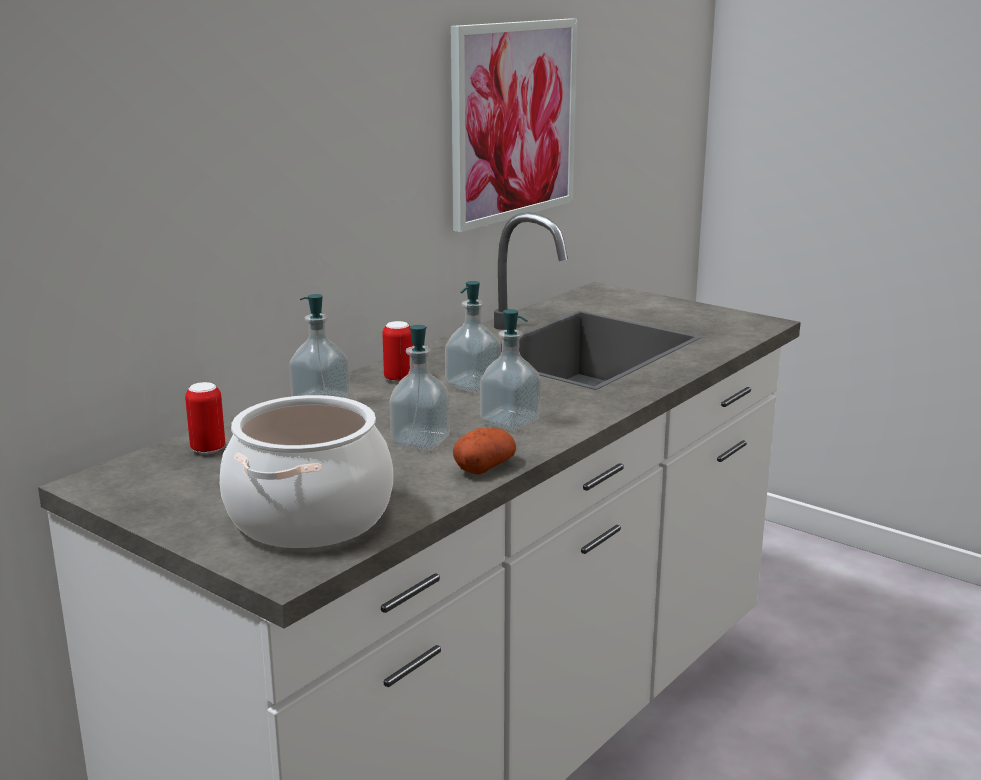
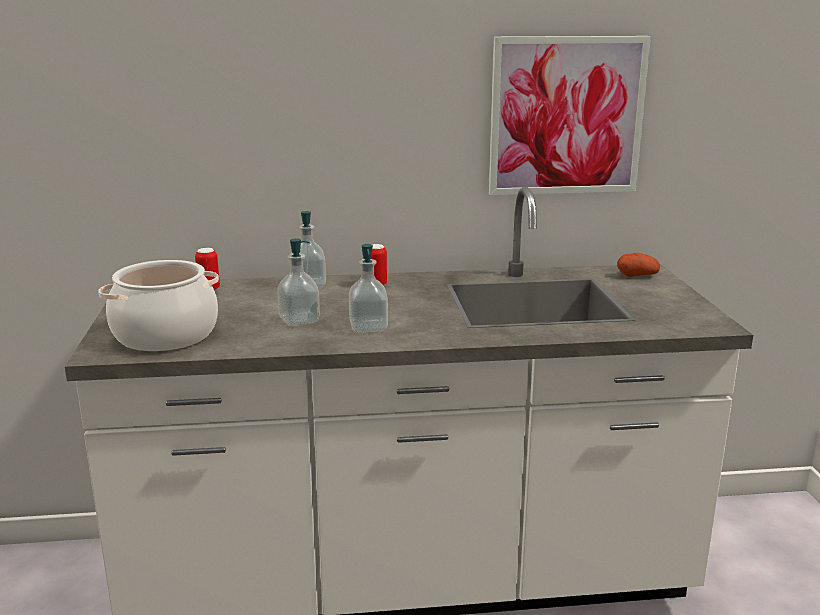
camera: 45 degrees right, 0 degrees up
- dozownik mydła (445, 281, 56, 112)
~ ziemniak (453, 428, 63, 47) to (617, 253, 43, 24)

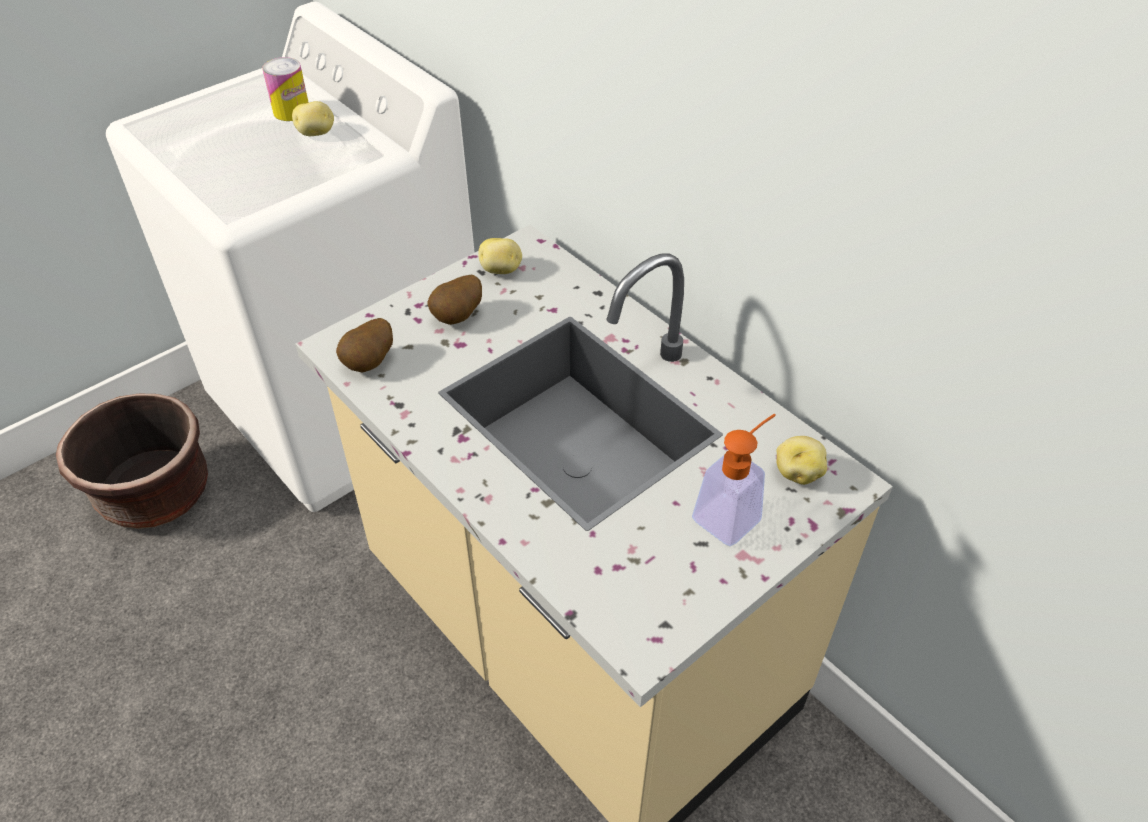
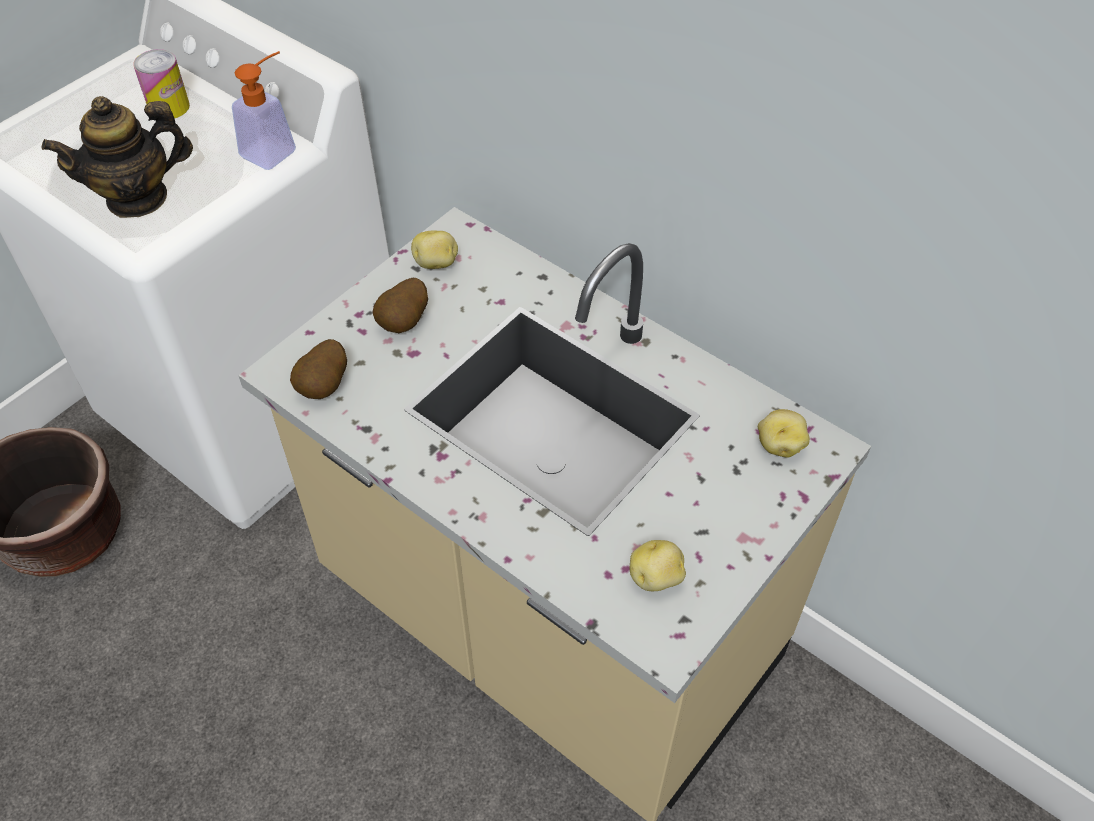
camera: 10 degrees left, 5 degrees up
~ ziemniak (292, 101, 42, 35) to (630, 540, 56, 51)
~ dozownik mydła (692, 414, 84, 132) to (232, 51, 64, 119)
+ imbryk (42, 96, 151, 122)

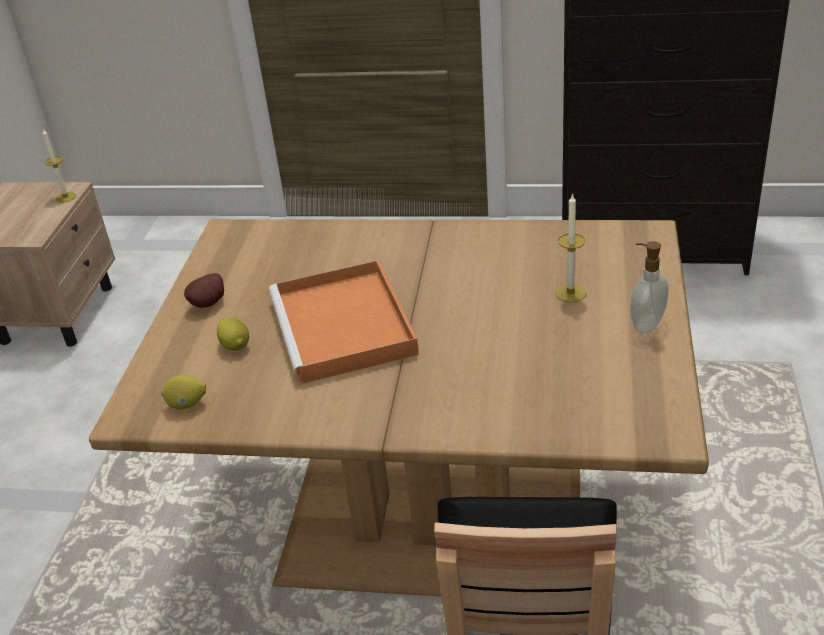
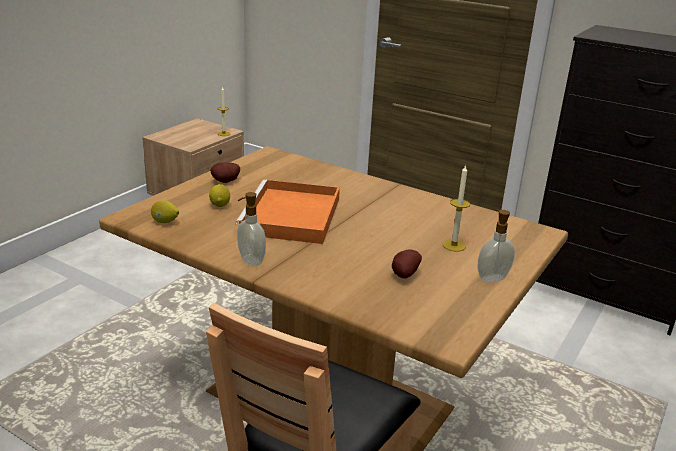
camera: 20 degrees right, 10 degrees down
+ dozownik mydła (237, 192, 29, 74)
+ ziemniak (392, 249, 30, 30)

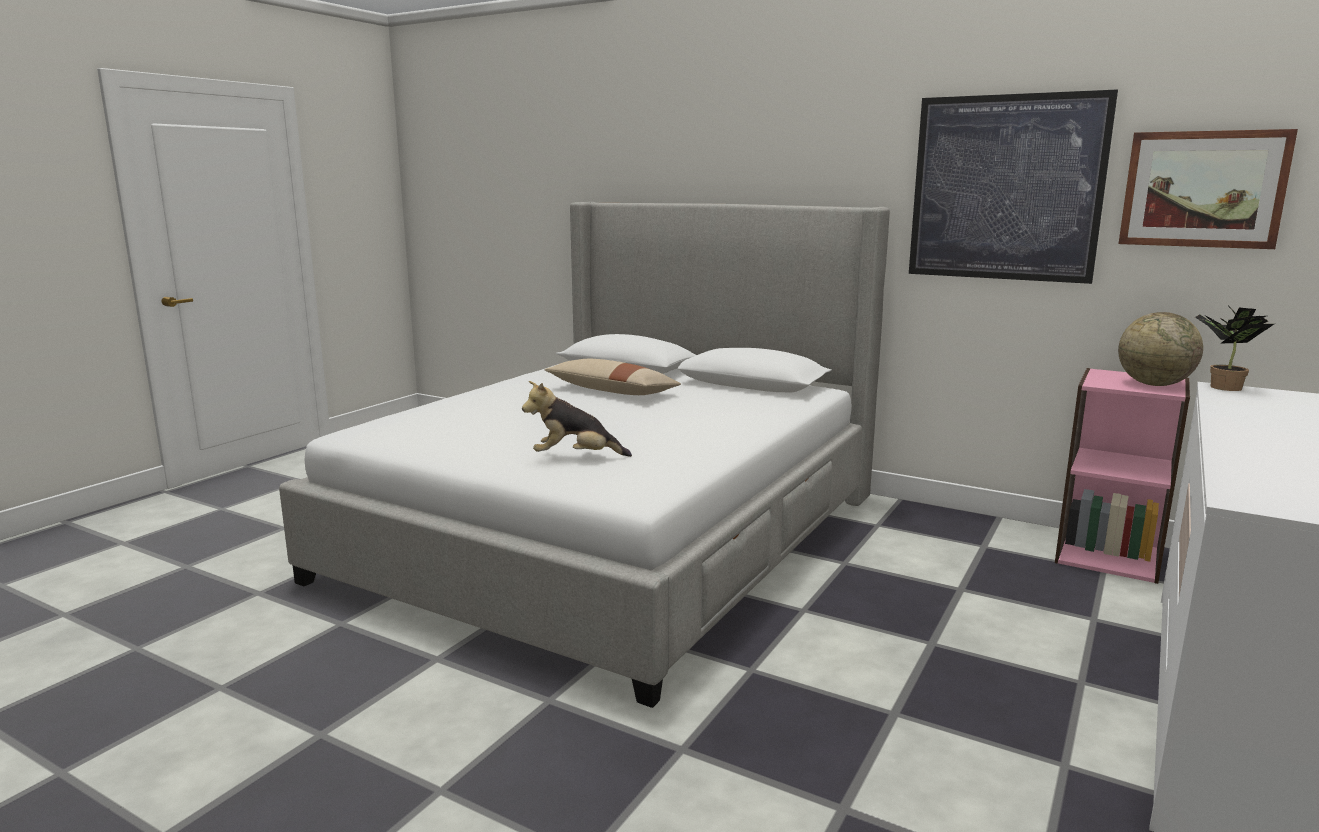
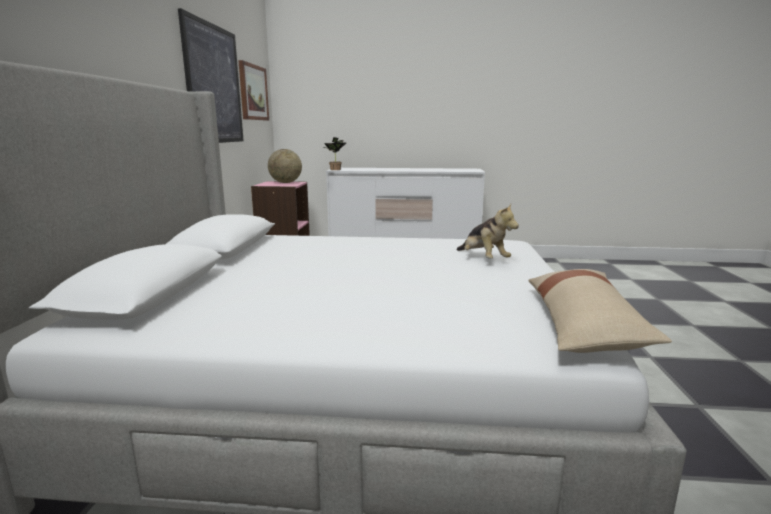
camera: 115 degrees left, 0 degrees up
~ poduszka/beżowy (544, 359, 137, 36) to (528, 269, 144, 84)

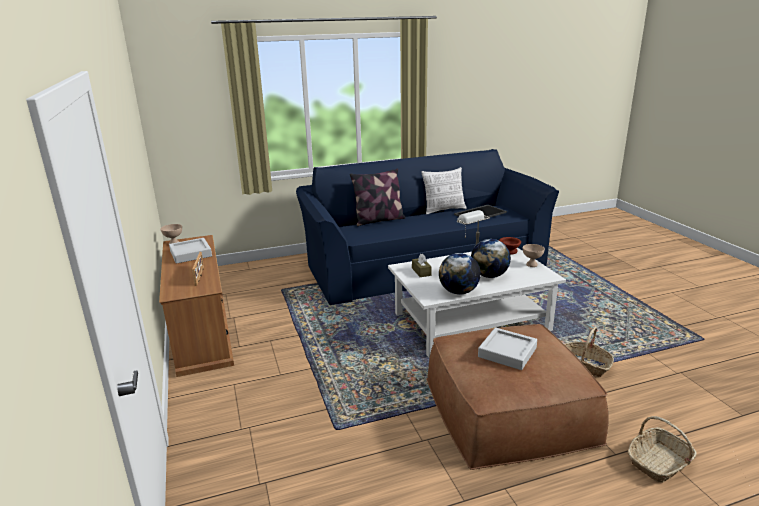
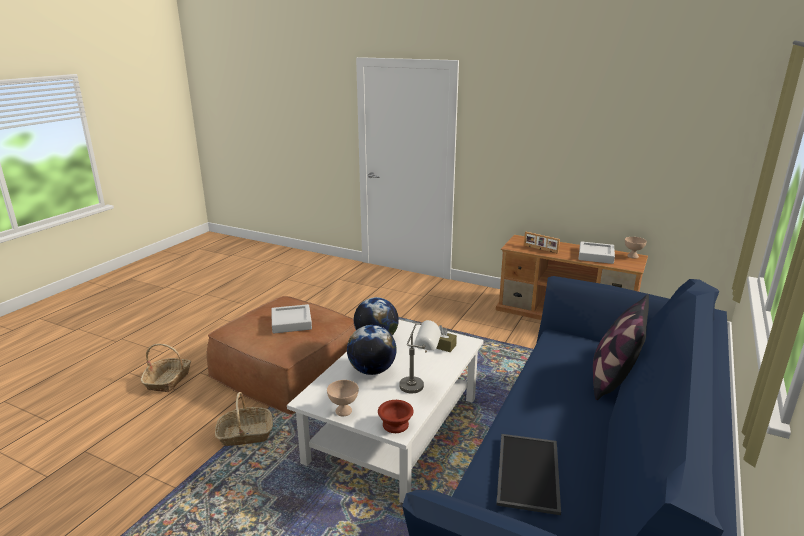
camera: 135 degrees right, 0 degrees up
- poduszka (421, 167, 46, 47)

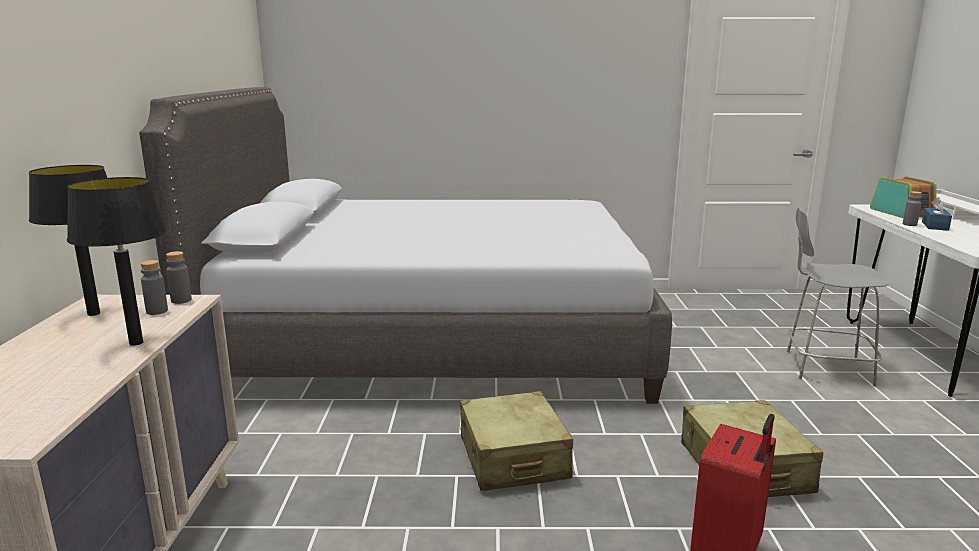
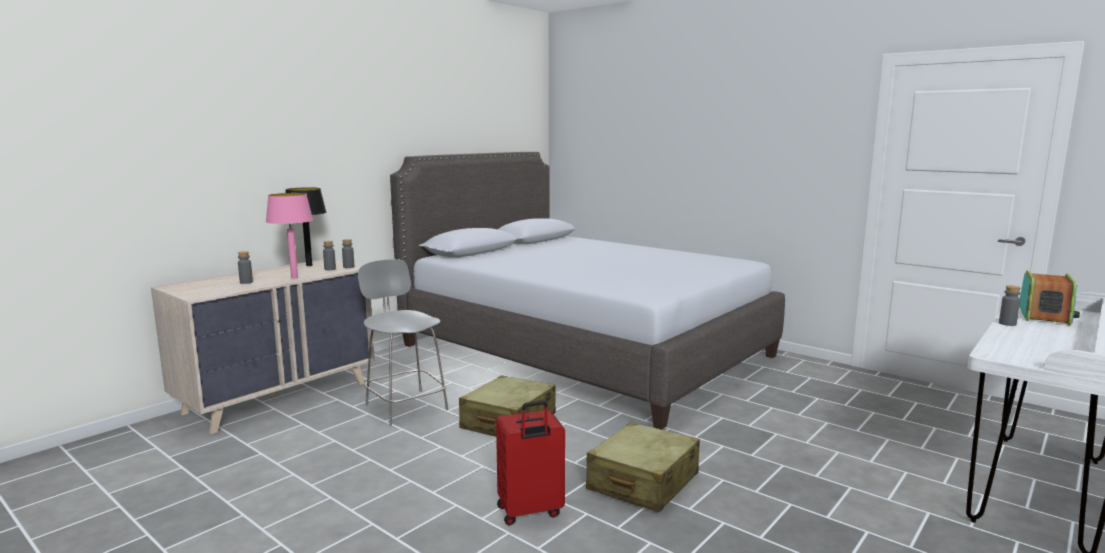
camera: 40 degrees right, 5 degrees down
~ lampa stołowa/czarny (67, 177, 100, 169) to lampa stołowa/różowy (266, 193, 47, 86)
- pudełko chusteczek/niebieski (922, 197, 30, 34)
~ krzesło/szary (787, 208, 102, 178) to (358, 259, 91, 167)
+ butelka/szary (238, 251, 15, 33)

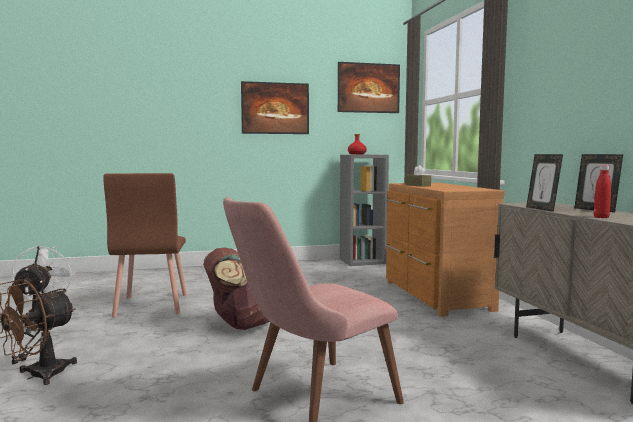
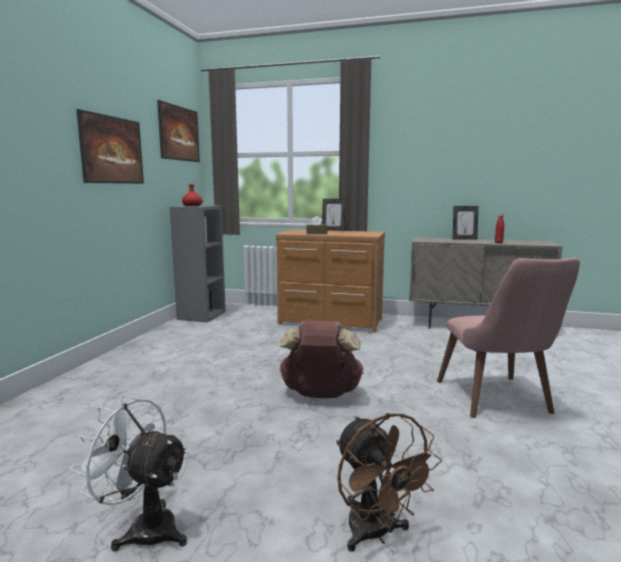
camera: 60 degrees left, 5 degrees up
~ ramka na zdjęcie (526, 154, 37, 58) to (322, 199, 24, 32)
- krzesło/brązowy (103, 173, 84, 144)

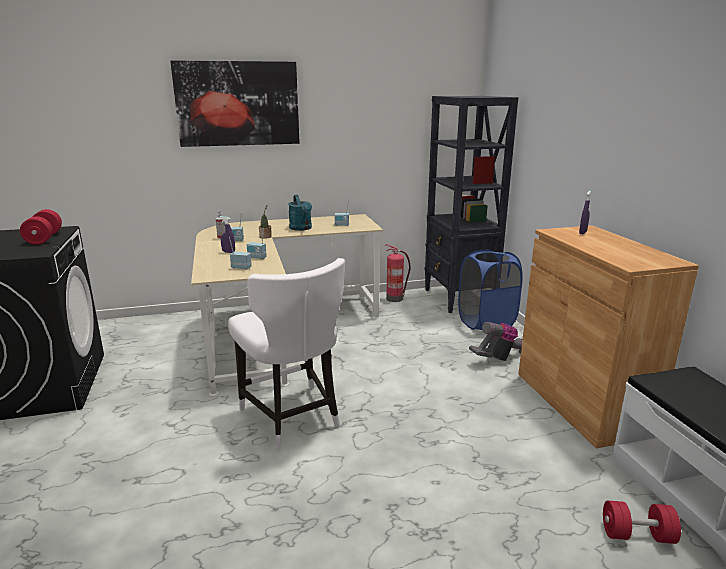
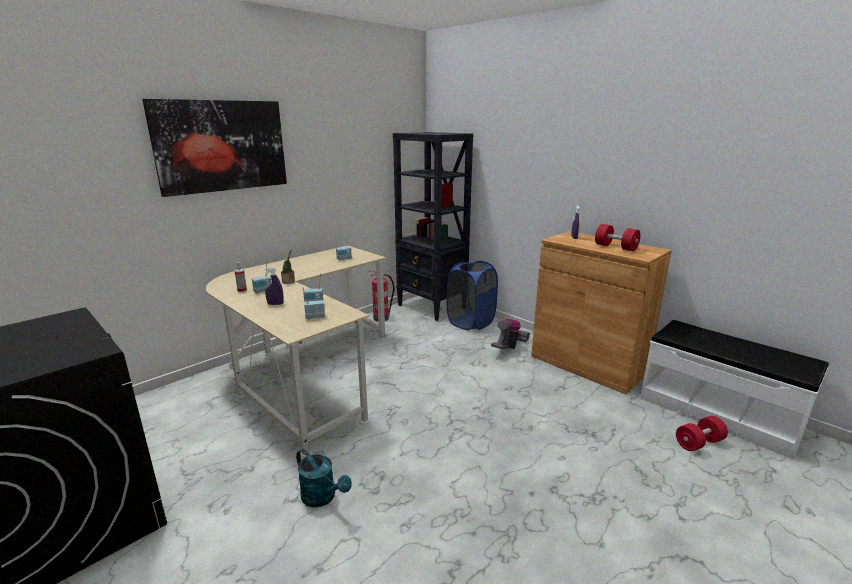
camera: 30 degrees left, 0 degrees up
~ konewka/turkusowy (288, 195, 24, 36) to (296, 449, 56, 58)
~ hantel/czerwony (20, 209, 42, 36) to (595, 224, 46, 27)
- krzesło/biały (228, 258, 117, 190)

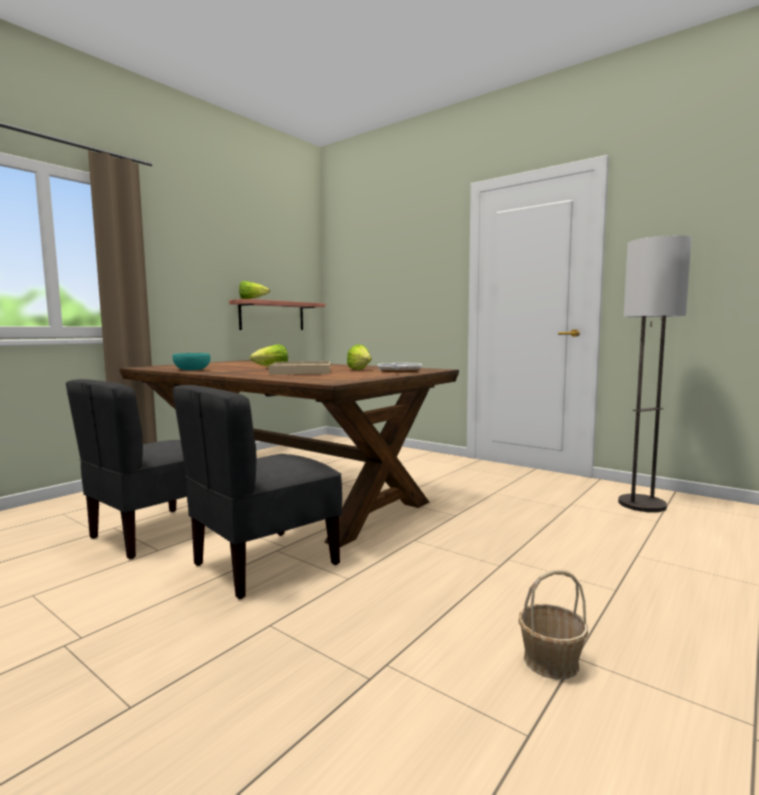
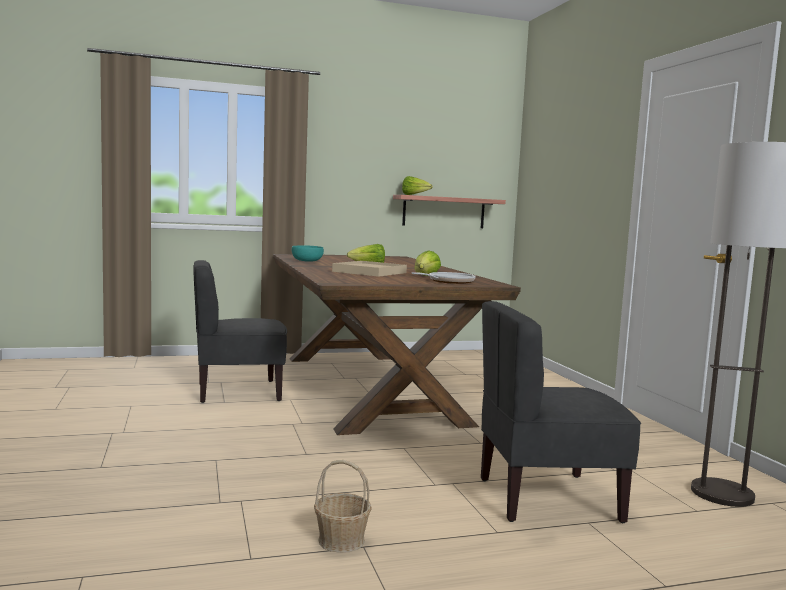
camera: 35 degrees right, 0 degrees up
~ krzesło/szary (172, 385, 170, 214) to (481, 301, 160, 222)

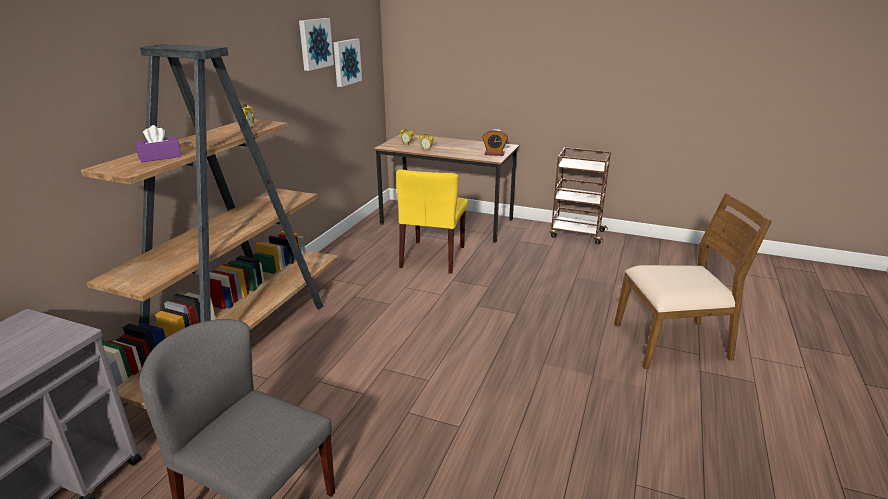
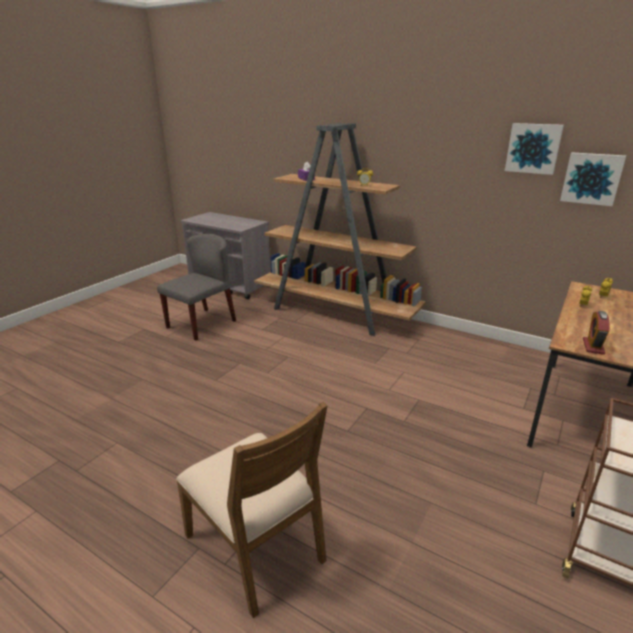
camera: 100 degrees right, 0 degrees up
- krzesło/żółty (396, 169, 72, 105)
~ krzesło/brązowy (614, 193, 158, 176) = (176, 402, 151, 216) 45 degrees counterclockwise

